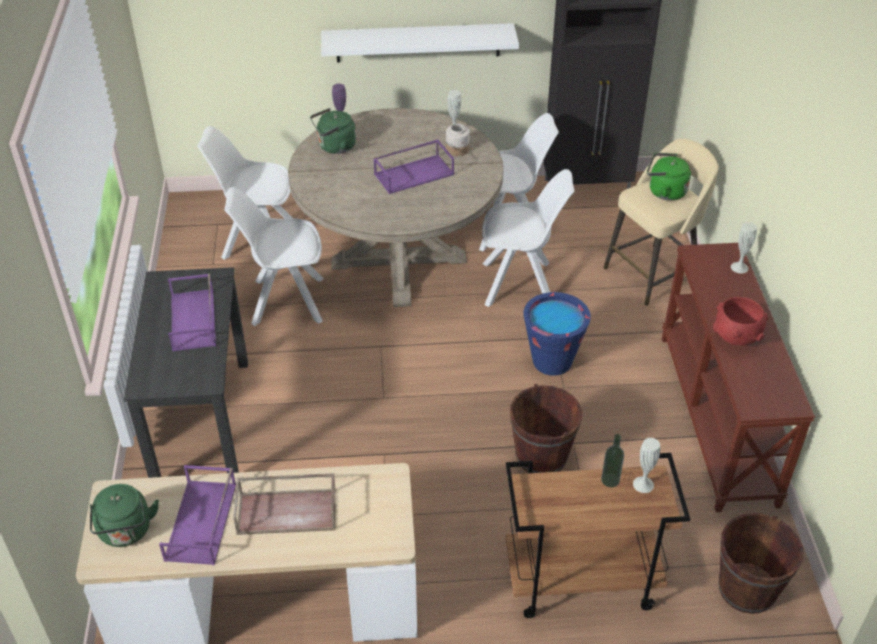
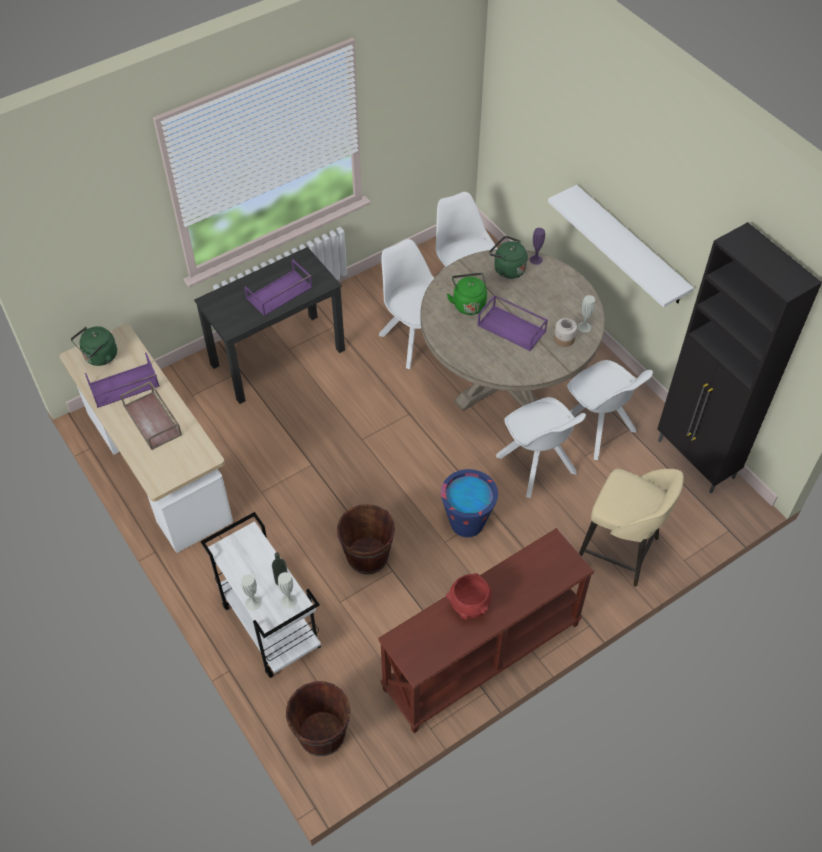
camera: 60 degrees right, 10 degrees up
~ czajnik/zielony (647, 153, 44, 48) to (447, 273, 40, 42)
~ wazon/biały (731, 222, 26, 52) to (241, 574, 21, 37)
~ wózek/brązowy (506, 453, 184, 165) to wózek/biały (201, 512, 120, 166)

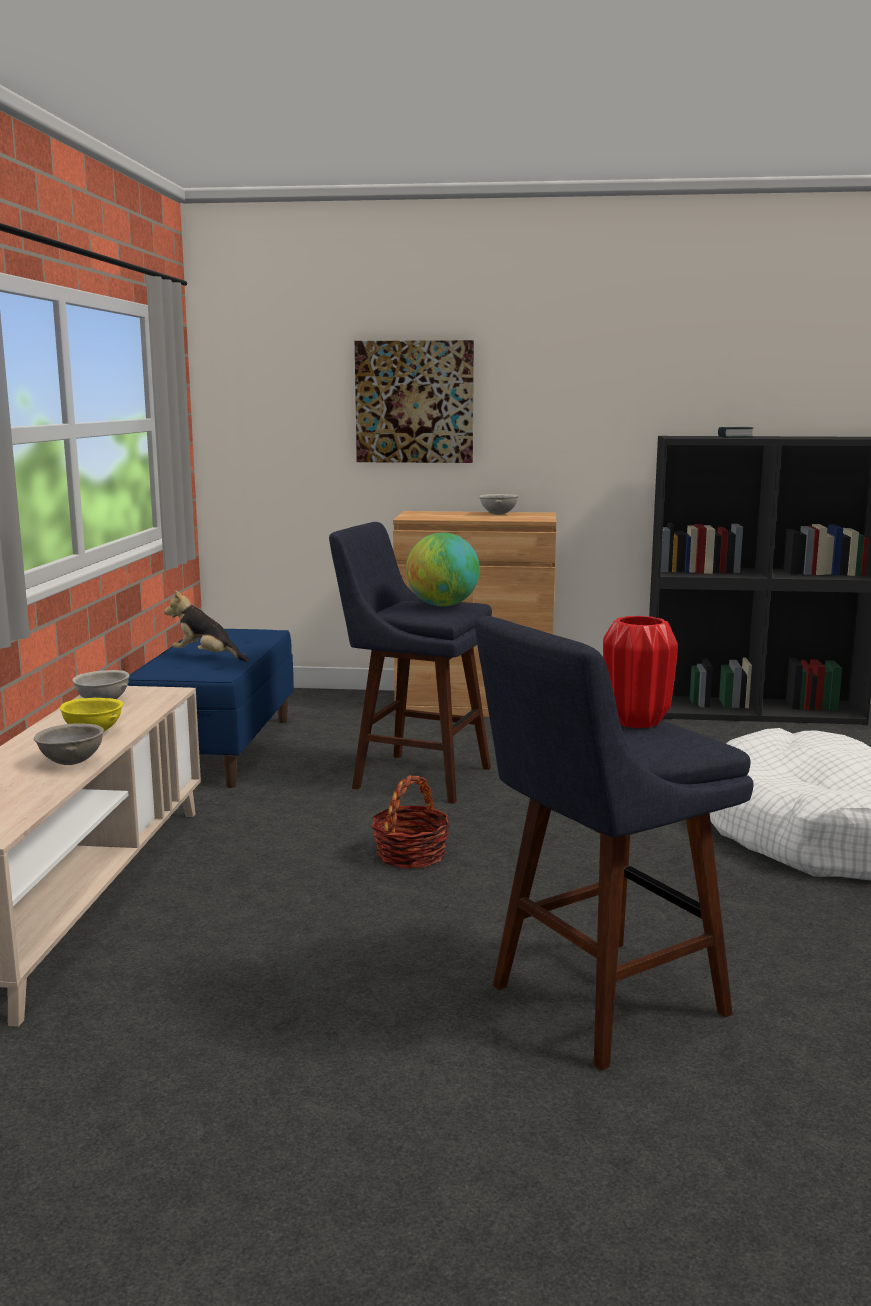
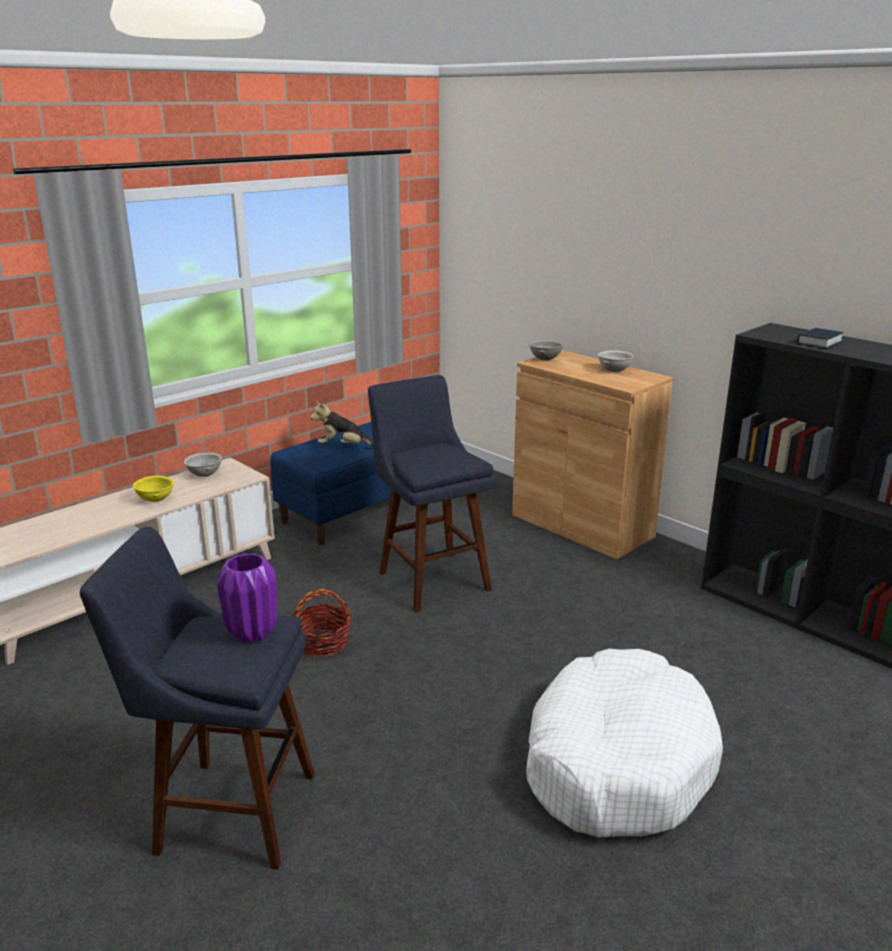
camera: 40 degrees right, 10 degrees up
- obraz (355, 340, 119, 123)
- globus (406, 533, 74, 74)
~ pluszak (164, 590, 85, 72) = (310, 401, 63, 46) 60 degrees counterclockwise
~ wazon/czerwony (603, 616, 75, 112) to wazon/fioletowy (217, 553, 60, 90)
~ miska/szary (34, 723, 70, 42) to (529, 340, 34, 21)

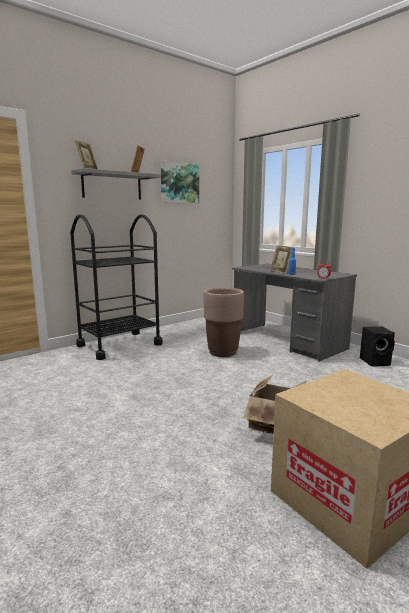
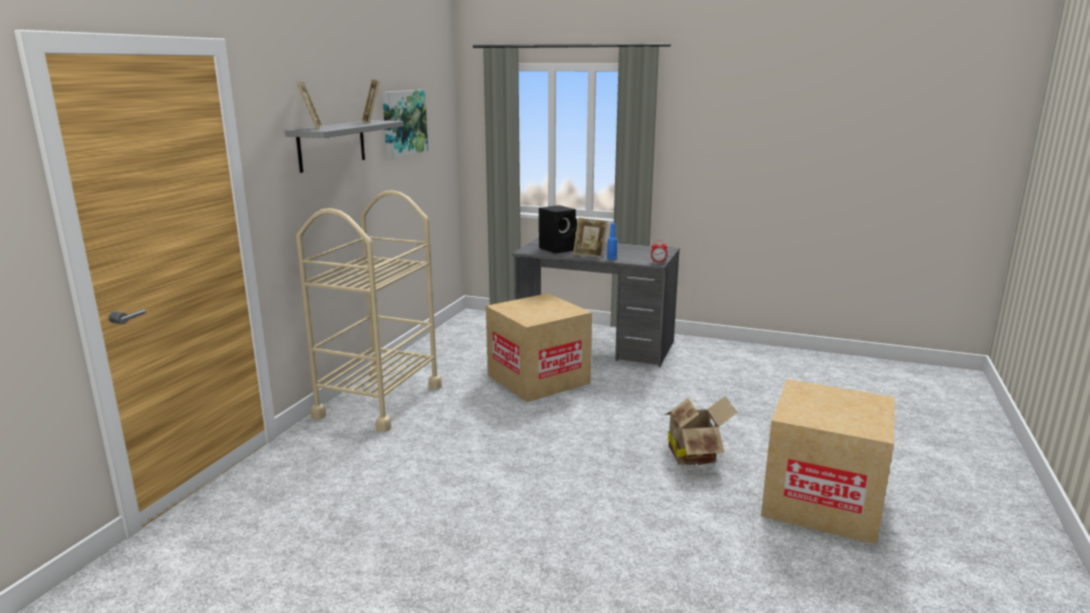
camera: 30 degrees left, 5 degrees up
~ wózek/czarny (70, 214, 93, 146) to wózek/beżowy (296, 190, 146, 242)
~ donica/brązowy (204, 287, 40, 70) to karton (486, 293, 106, 109)
~ głośnik/czarny (360, 326, 35, 40) to (539, 205, 38, 48)

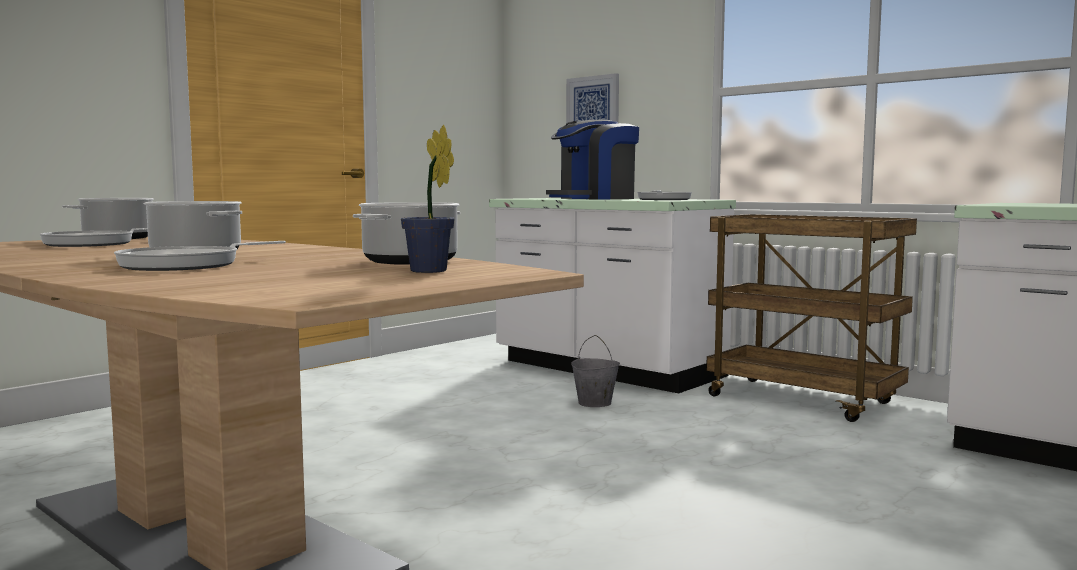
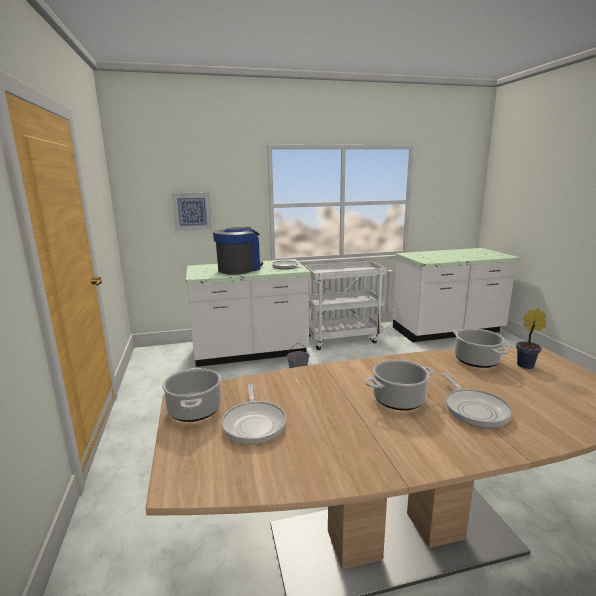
camera: 55 degrees left, 10 degrees up
~ ekspres do kawy (546, 120, 93, 79) = (213, 227, 50, 48) 150 degrees counterclockwise
~ wózek/brązowy (706, 214, 211, 208) to wózek/biały (304, 261, 83, 89)

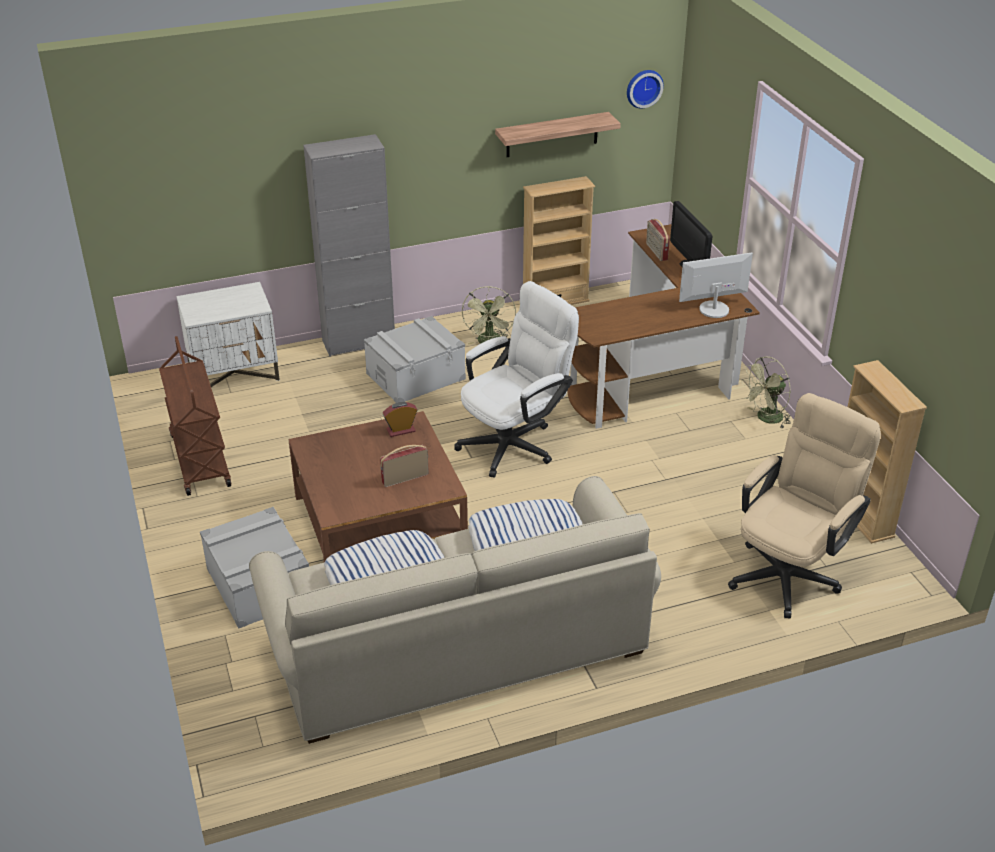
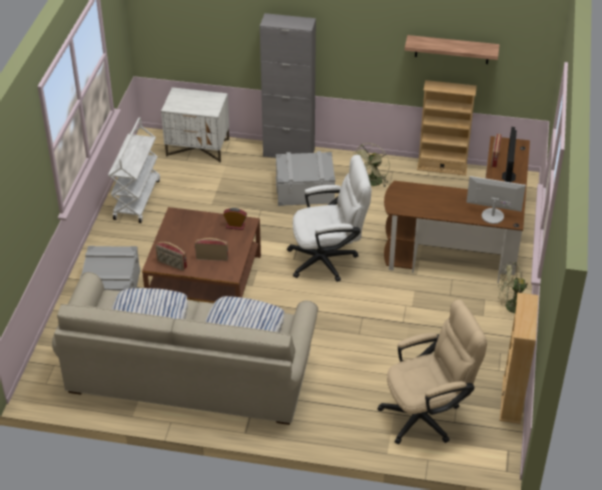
camera: 30 degrees right, 5 degrees up
- zegar ścienny (627, 70, 37, 39)
~ wózek/brązowy (159, 336, 72, 160) to wózek/biały (108, 118, 52, 105)
+ radio (156, 242, 31, 29)

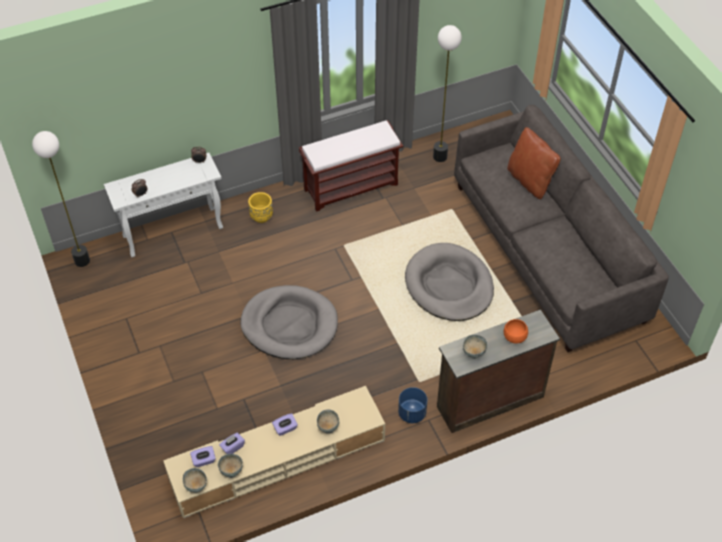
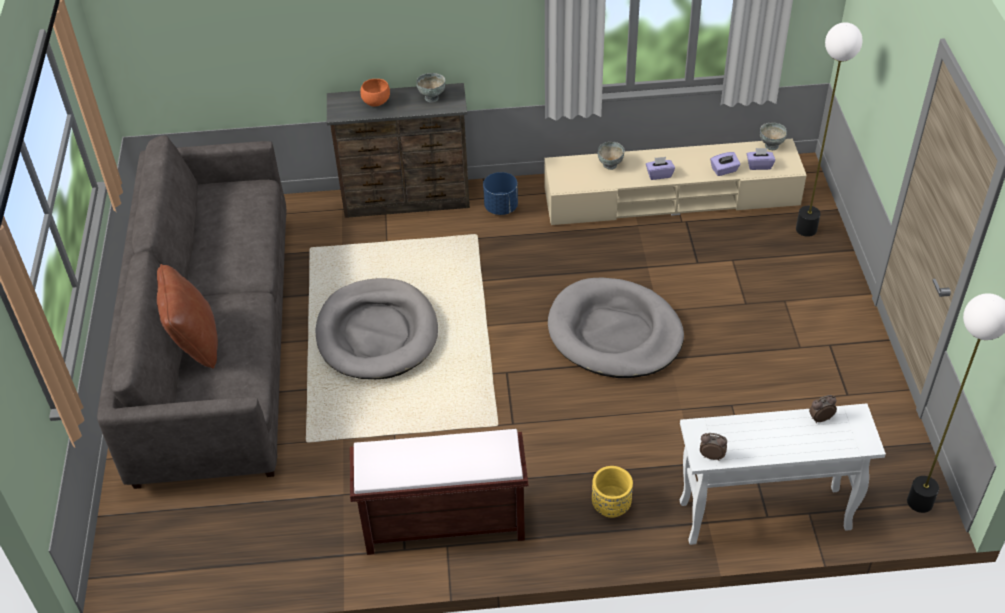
camera: 160 degrees left, 5 degrees down
~ lampa stojąca (433, 25, 29, 137) to (796, 22, 67, 215)
- miska/szary (218, 454, 25, 24)

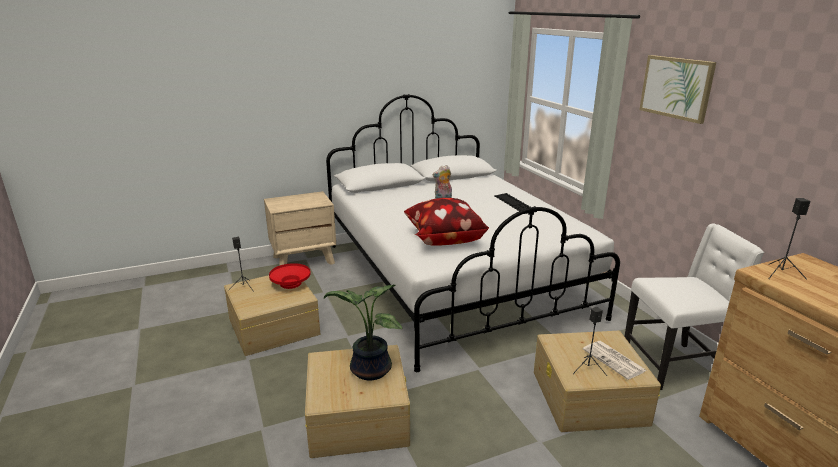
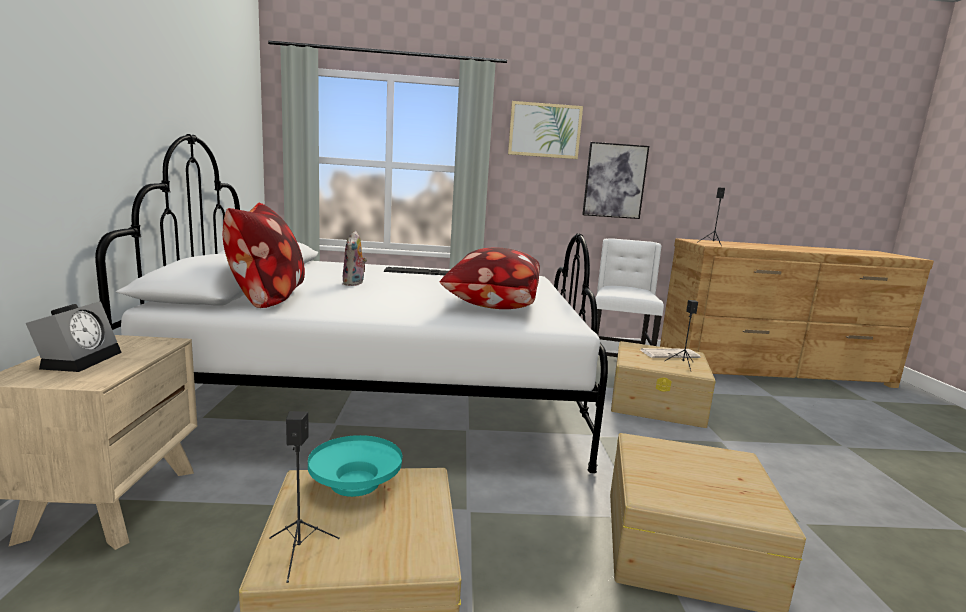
camera: 70 degrees left, 10 degrees down
~ miska/czerwony (269, 263, 41, 26) to miska/turkusowy (308, 435, 94, 62)
- roślina doniczkowa (324, 285, 79, 95)
+ obraz (582, 142, 67, 77)
+ poduszka (223, 203, 82, 105)
+ budzik (26, 301, 96, 71)

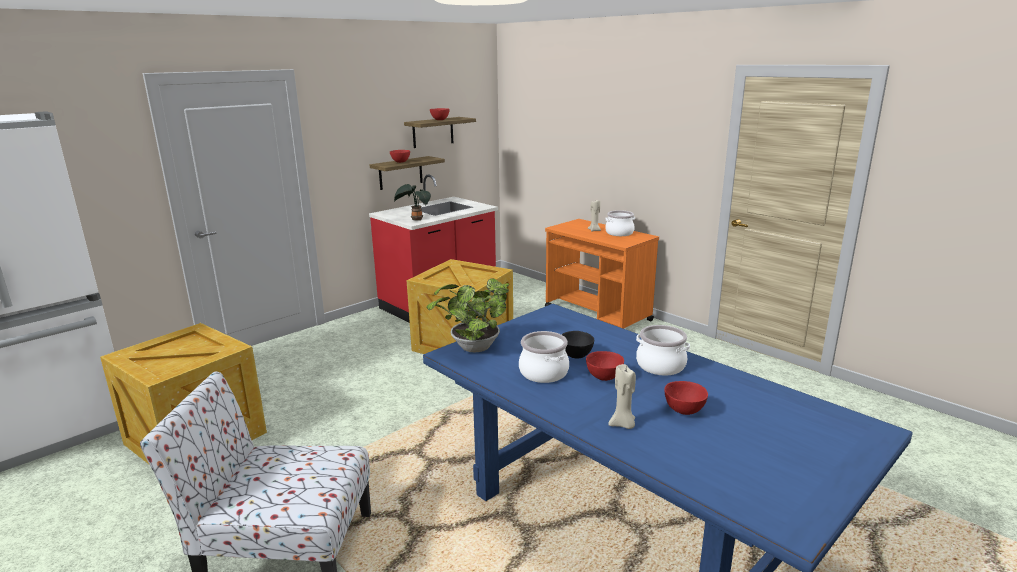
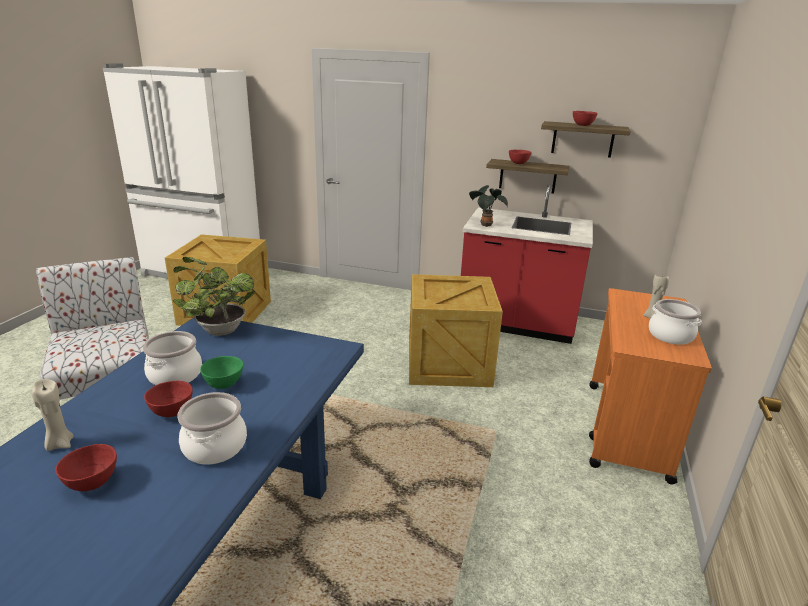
camera: 60 degrees right, 5 degrees up
~ miska/czarny (561, 331, 33, 28) to miska/zielony (200, 356, 43, 33)

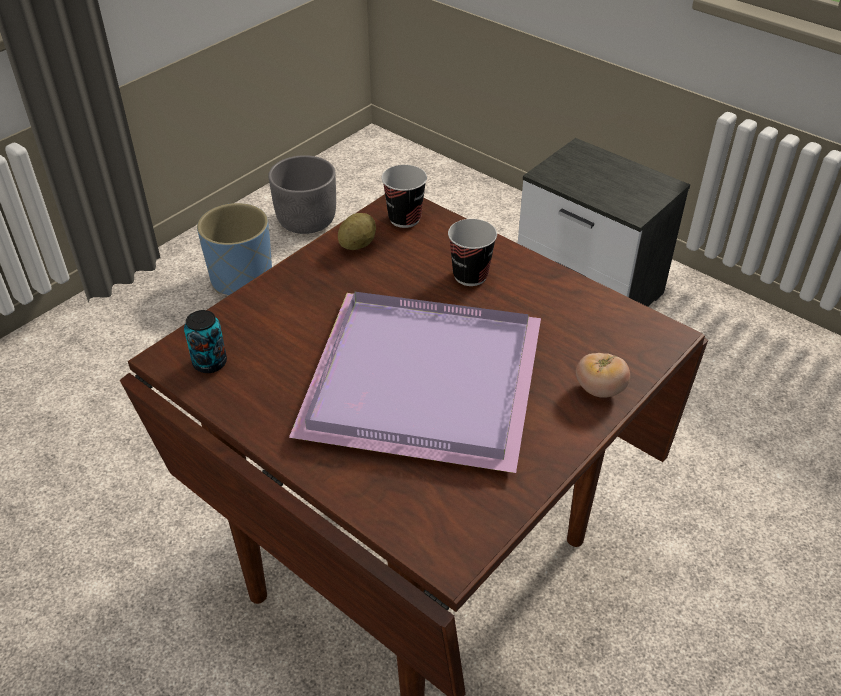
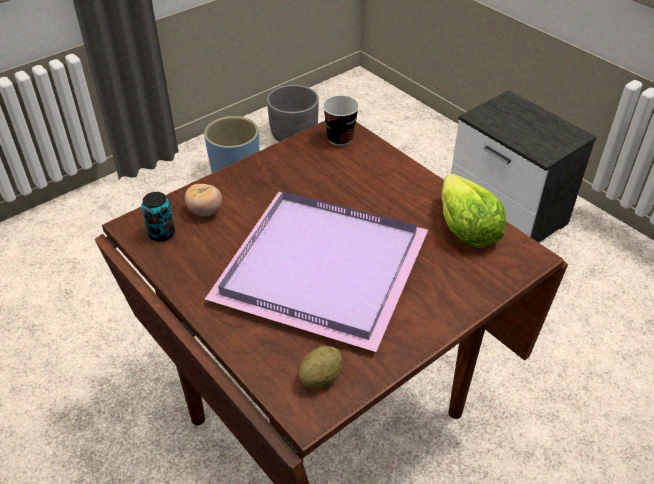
camera: 10 degrees right, 0 degrees up
~ ziemniak (338, 213, 38, 37) to (299, 346, 44, 43)
- filiżanka (448, 219, 49, 67)
~ pomidor (576, 353, 54, 45) to (185, 184, 37, 32)
+ sałata (442, 174, 64, 74)

